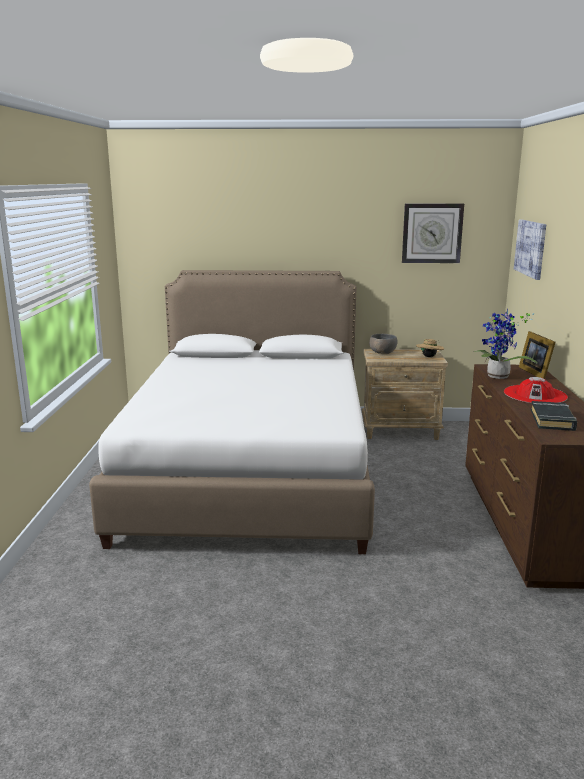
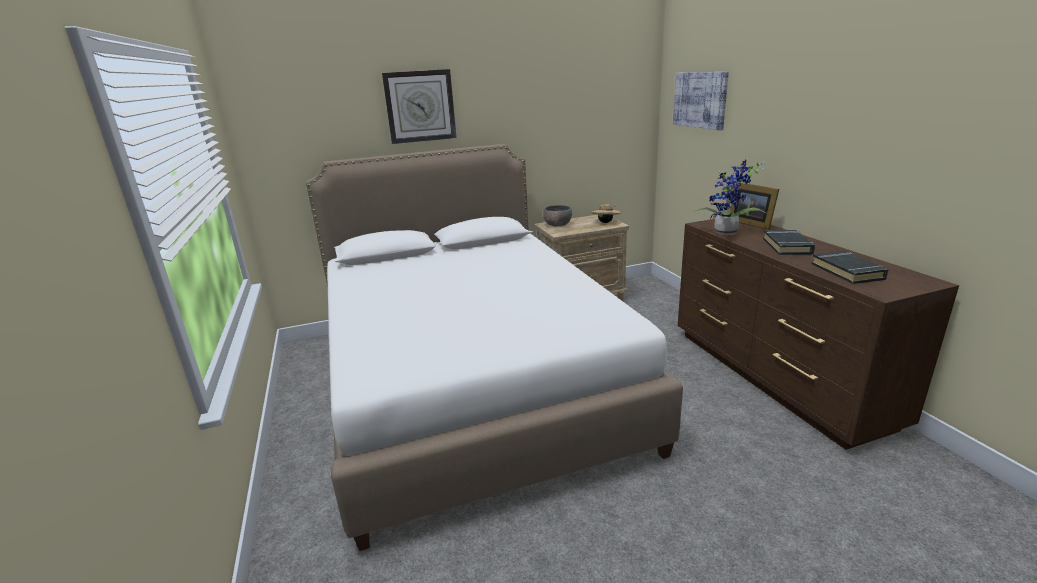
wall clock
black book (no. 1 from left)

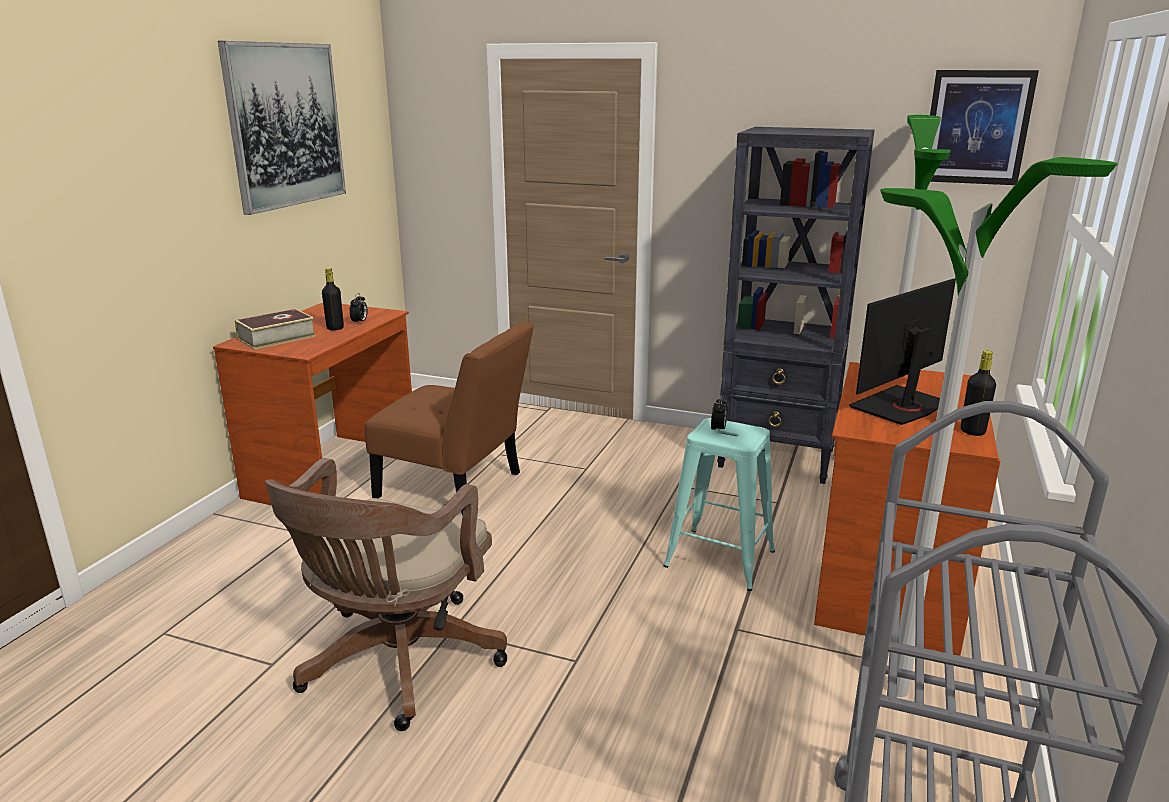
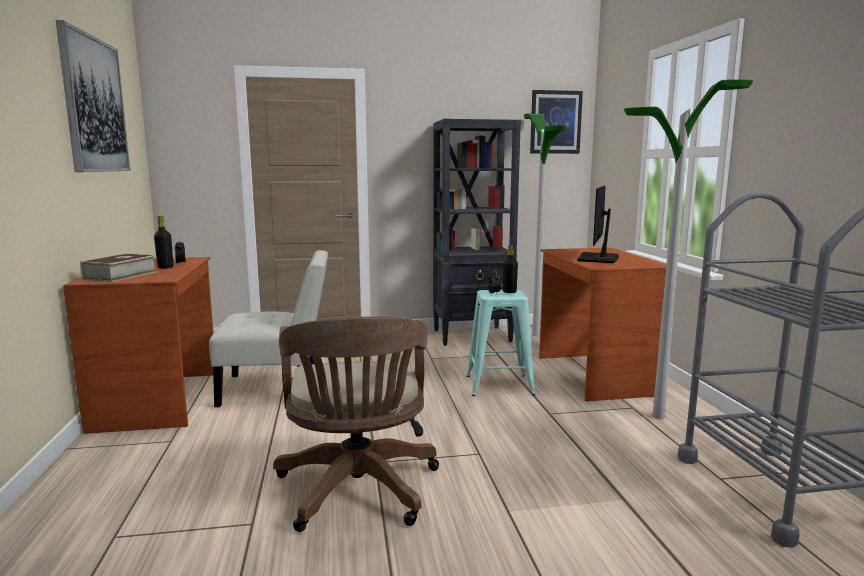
black bottle (no. 2 from left)
white chair

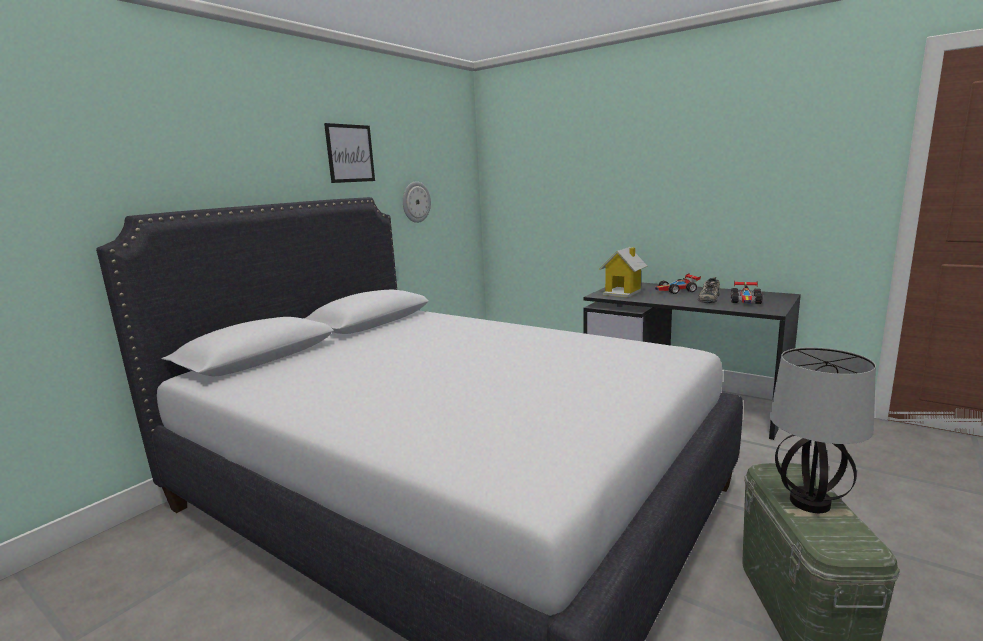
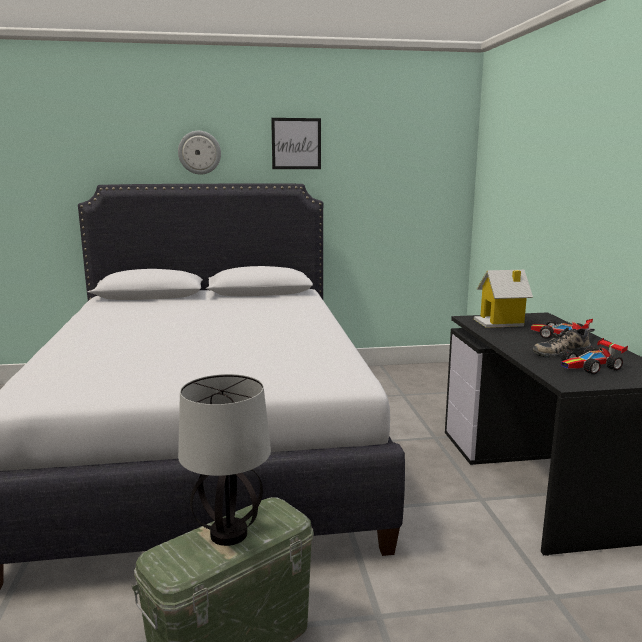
wall clock

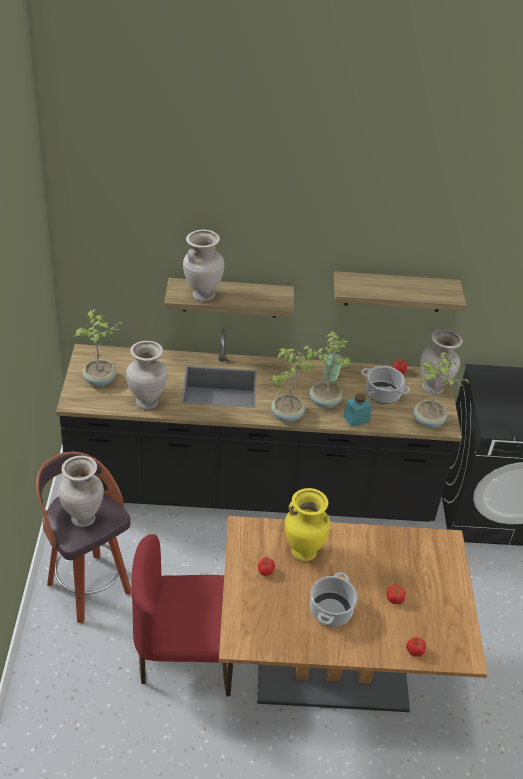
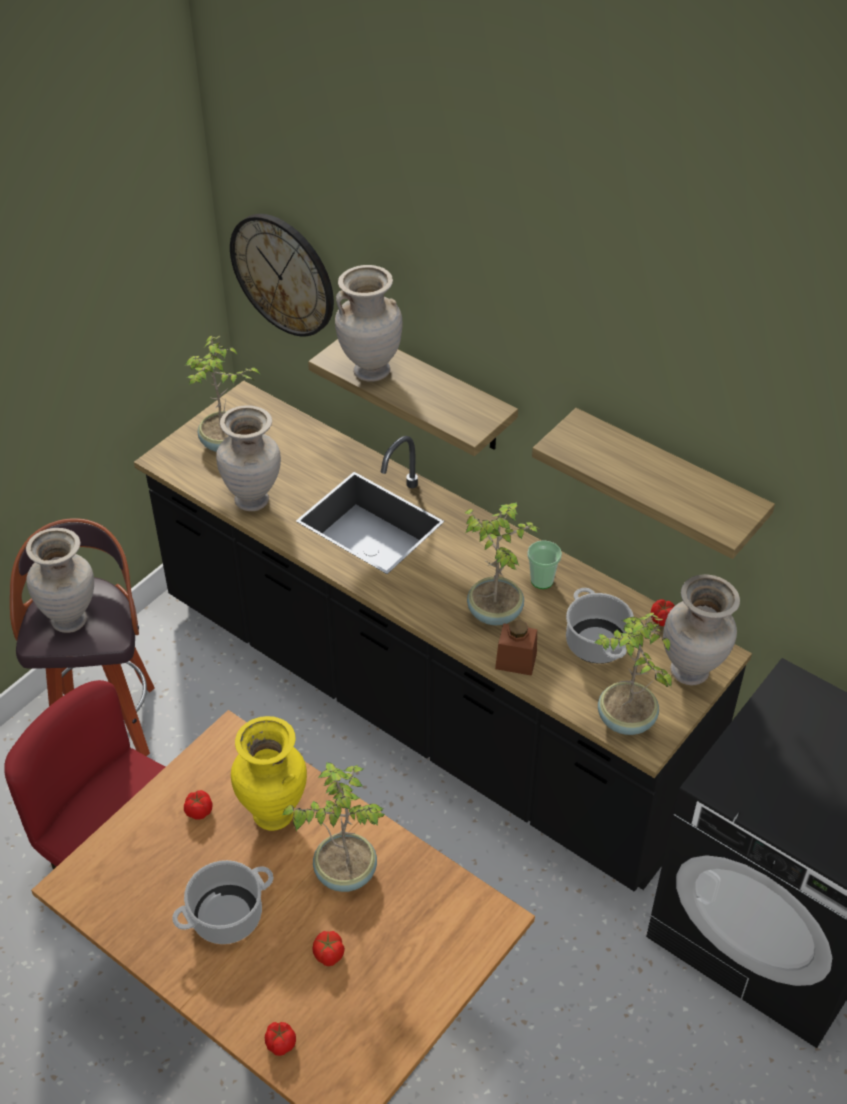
wall clock
potted plant (no. 2 from left)
brown jar

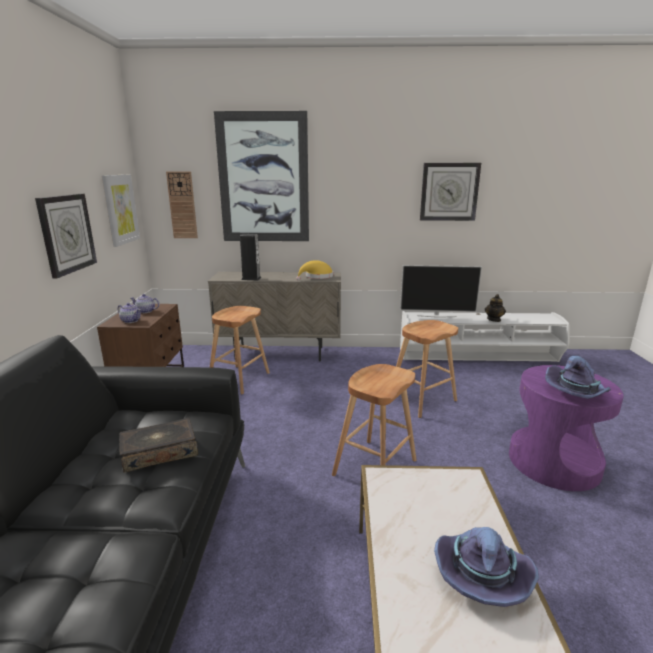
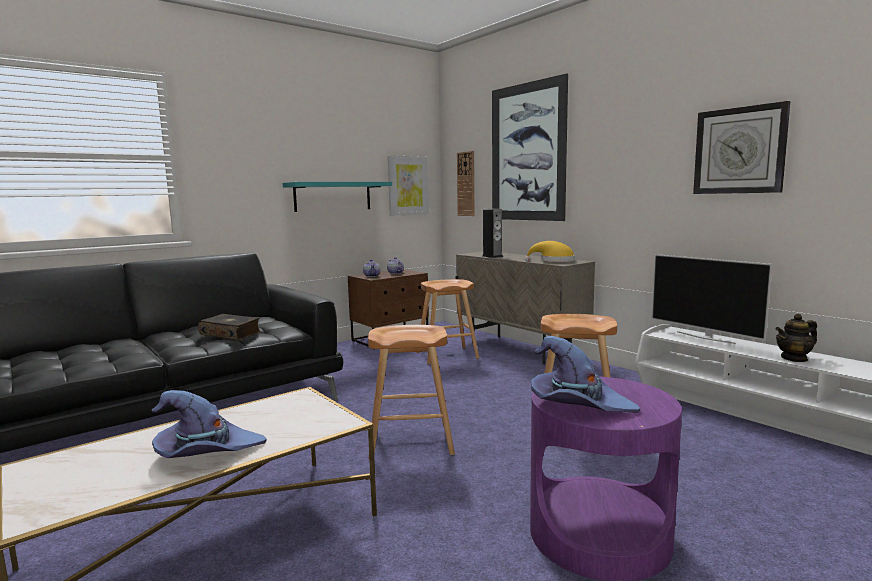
turquoise shelf

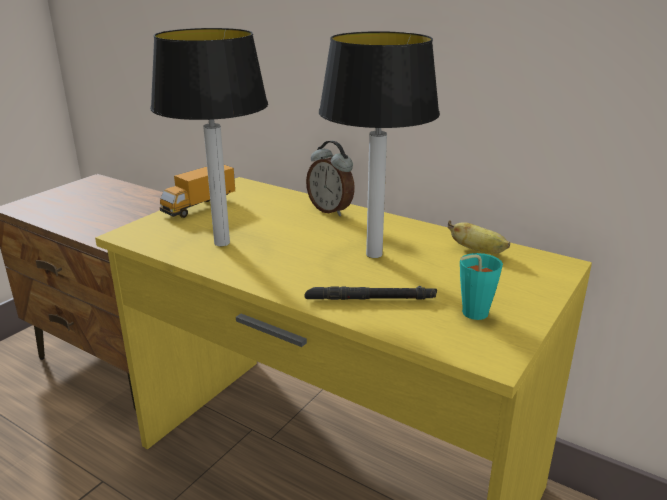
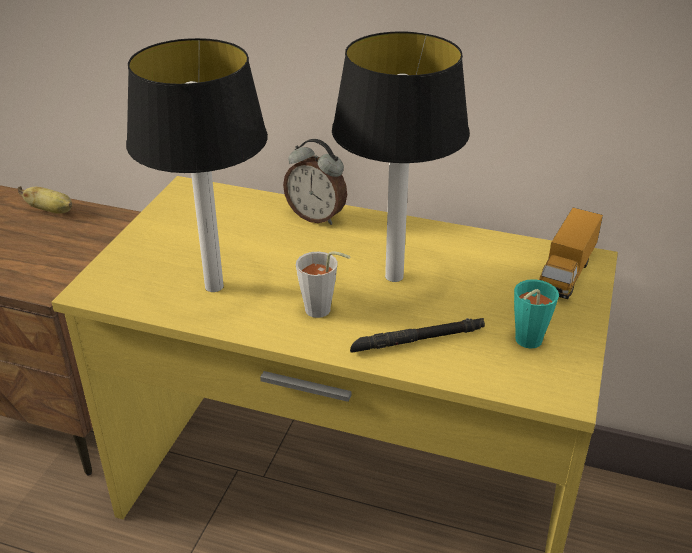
grey cup
toy truck
banana

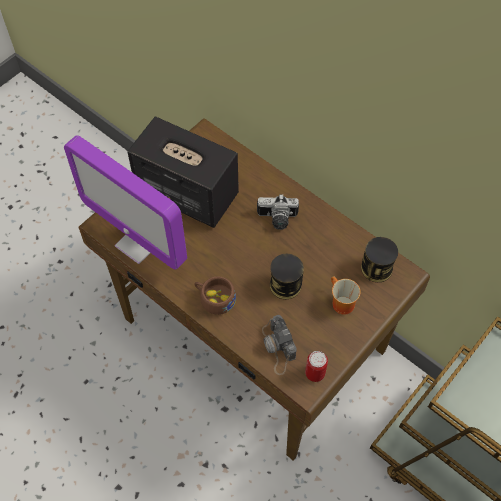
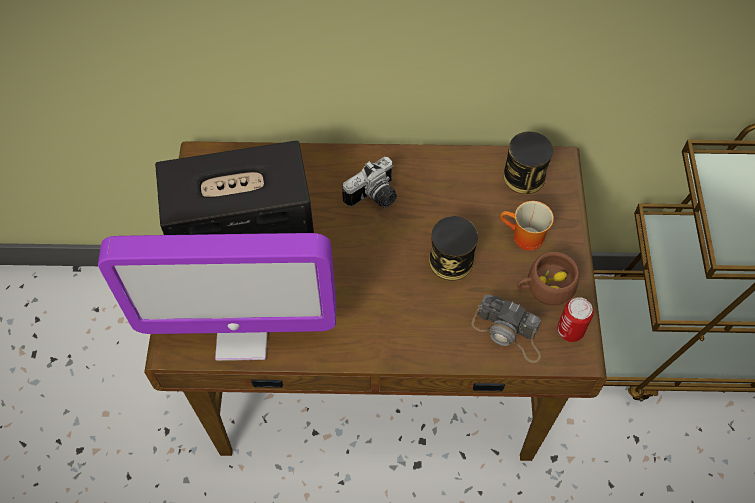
brown cup

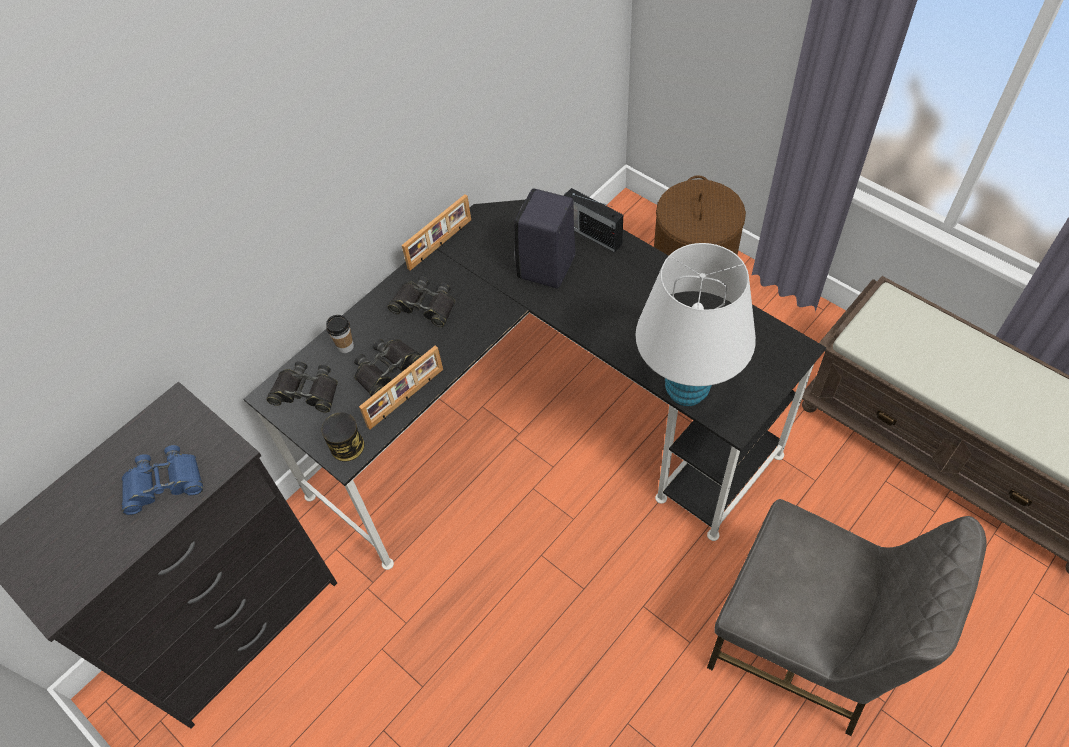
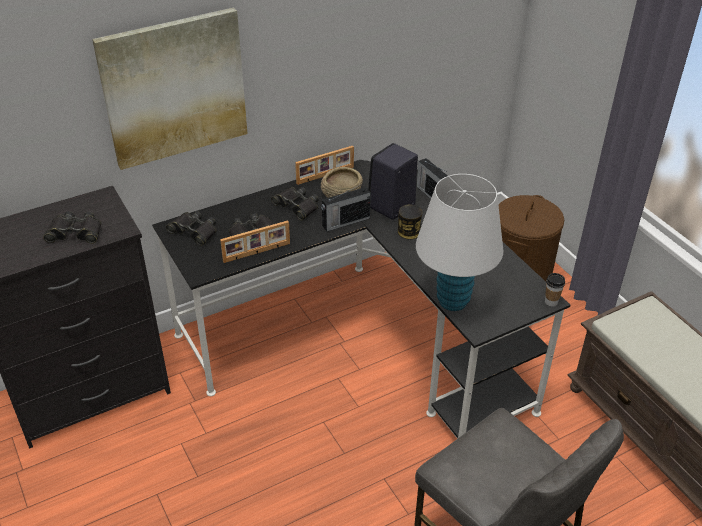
picture
beige bowl
radio (no. 1 from left)
can
cup
black binoculars (no. 1 from left)

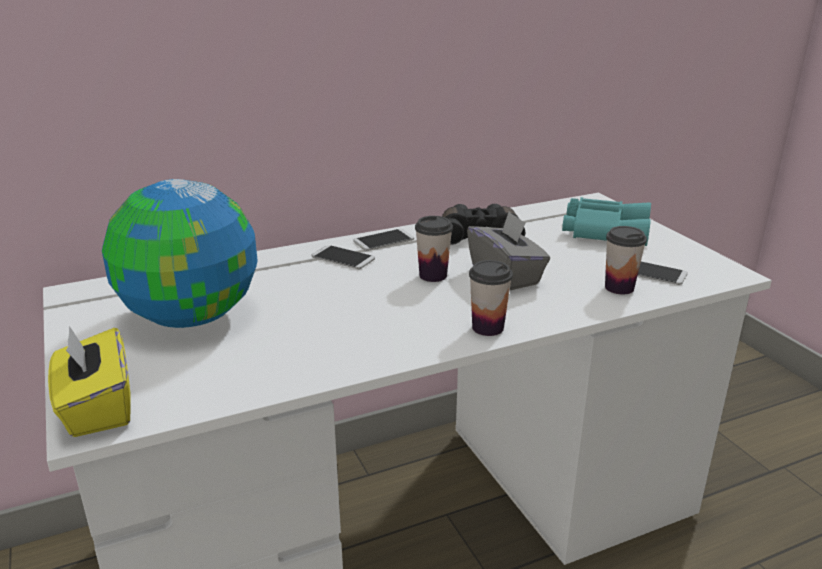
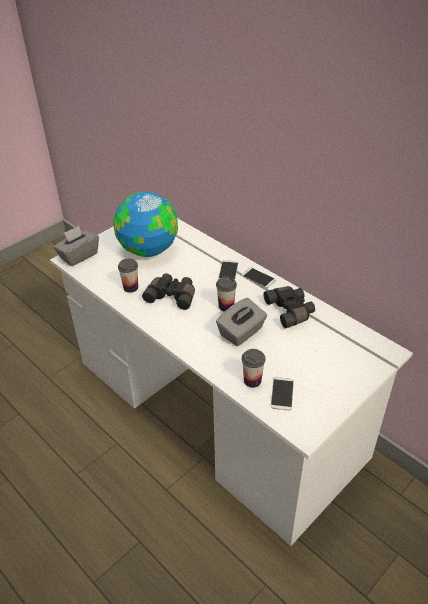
turquoise binoculars
black binoculars (no. 1 from left)
cup (no. 1 from left)
grey tissue box (no. 1 from left)

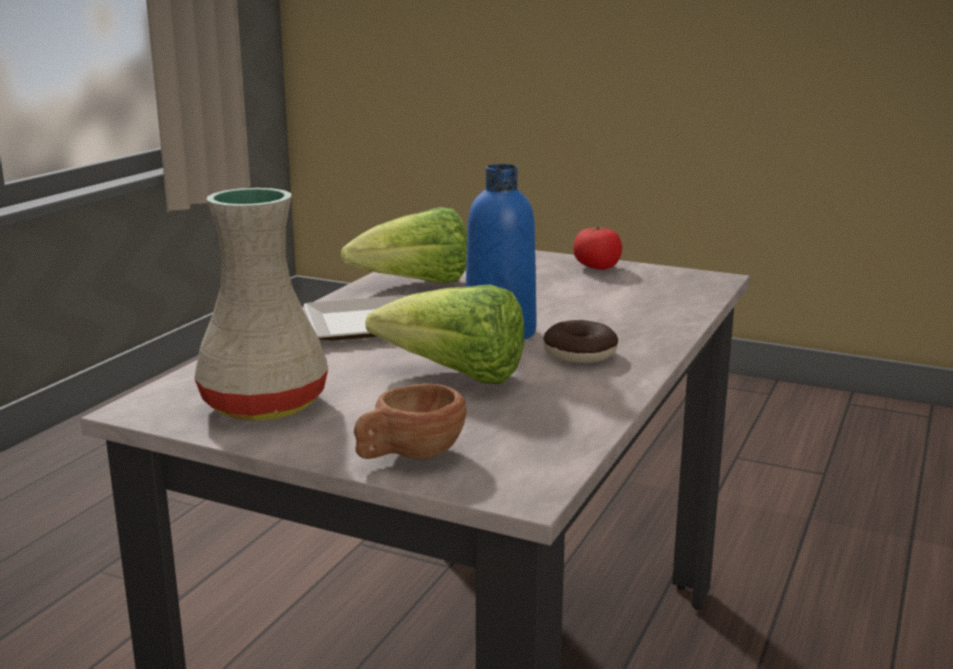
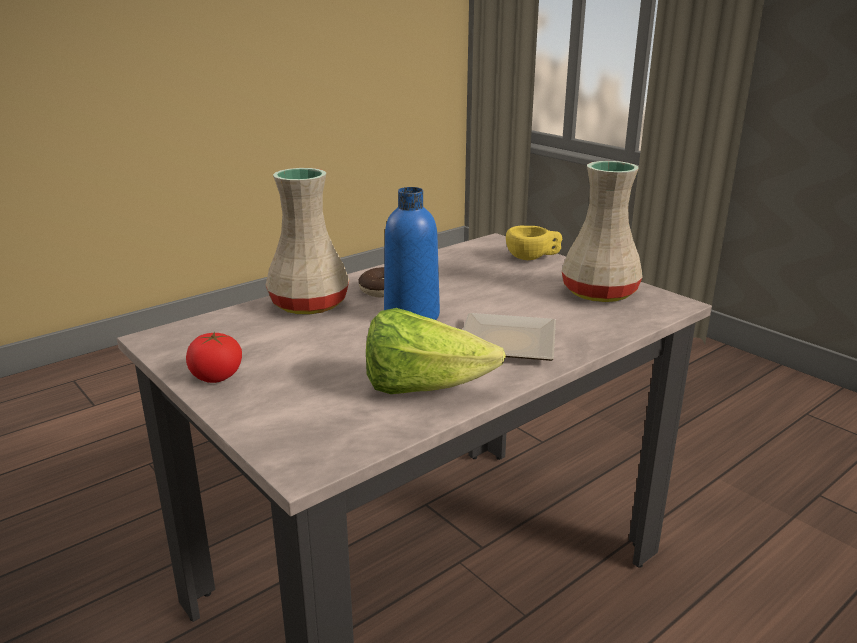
lettuce (no. 2 from left in the first image)
beige vase (no. 1 from left)
yellow cup

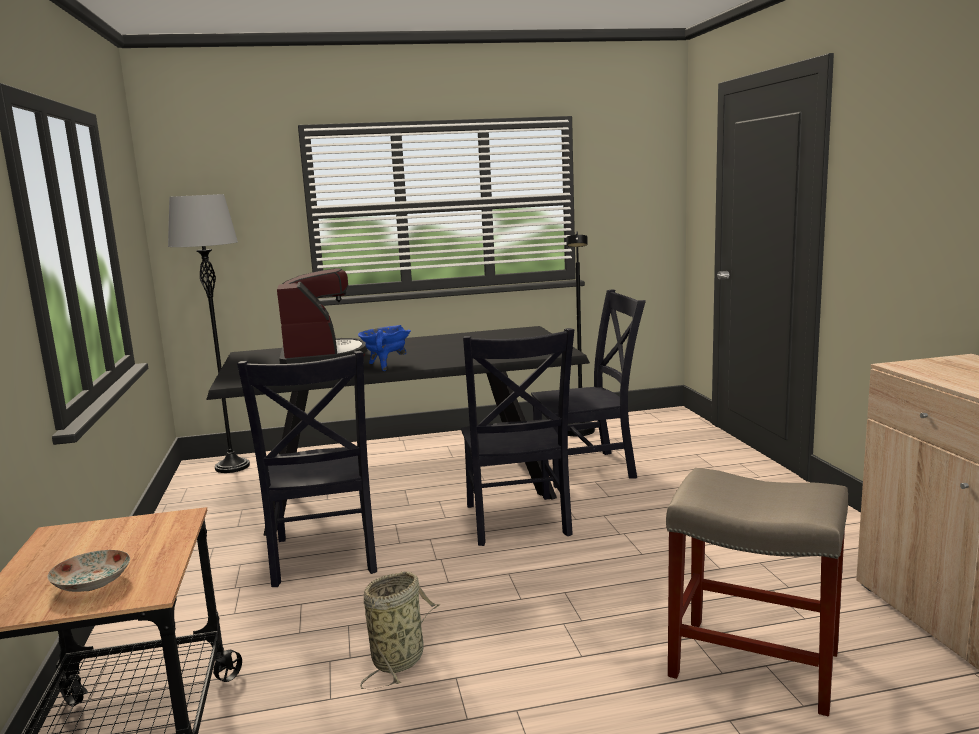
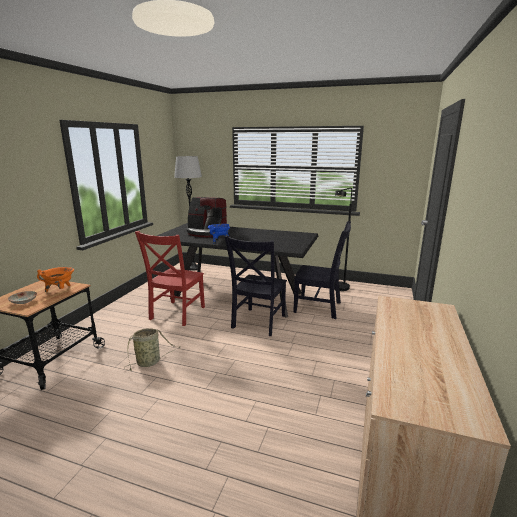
beige stool
orange cooking pot
red chair
coffee machine

